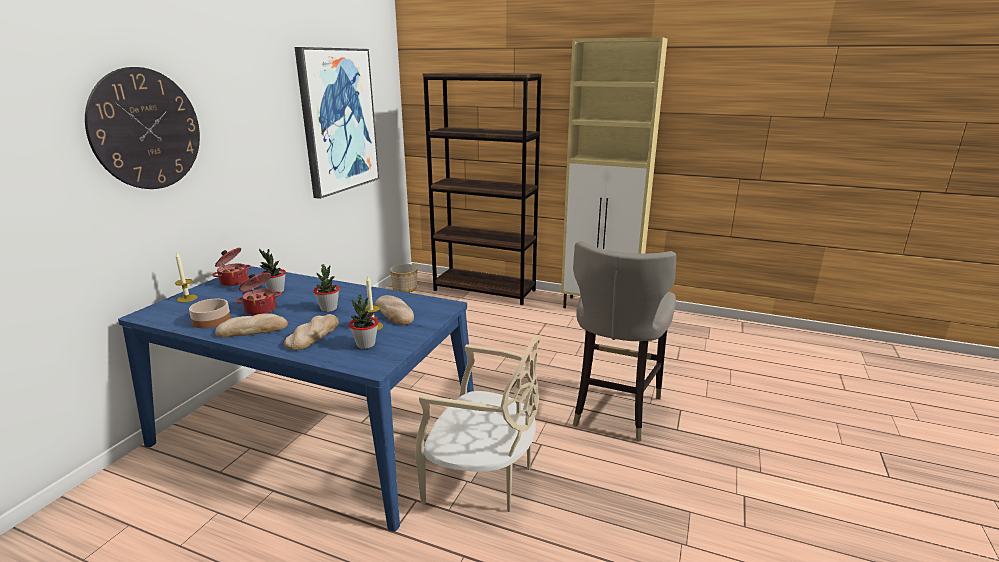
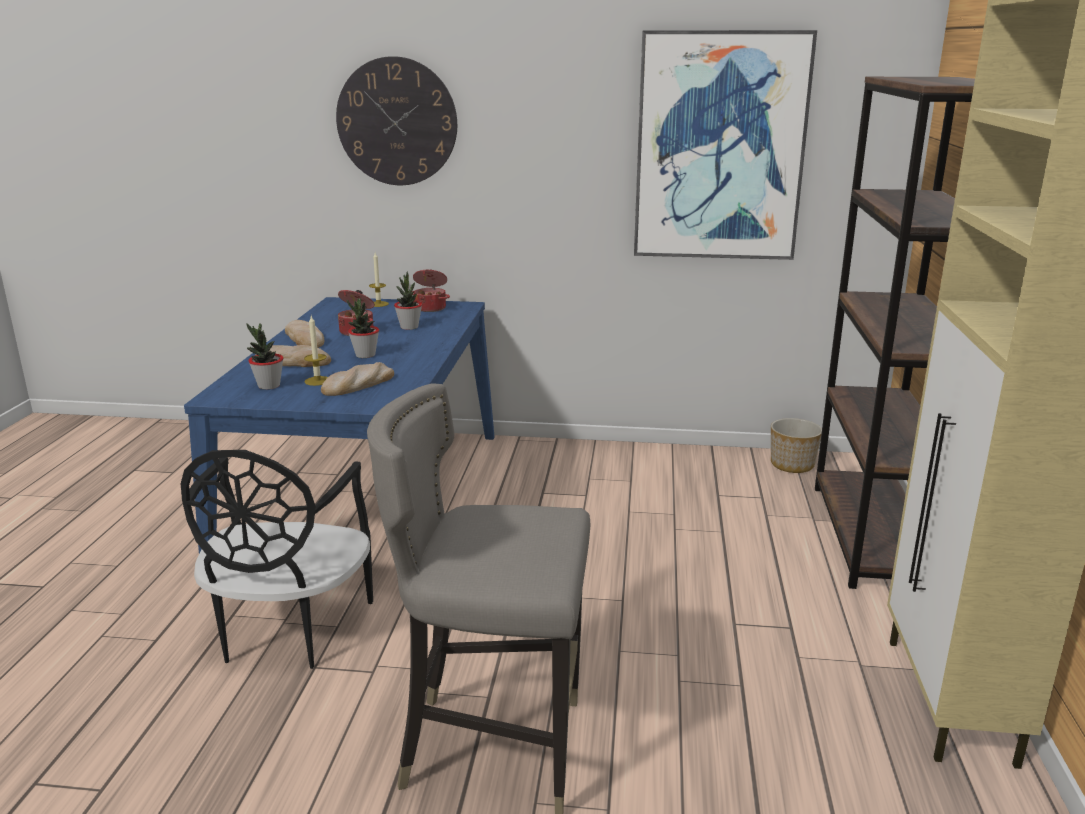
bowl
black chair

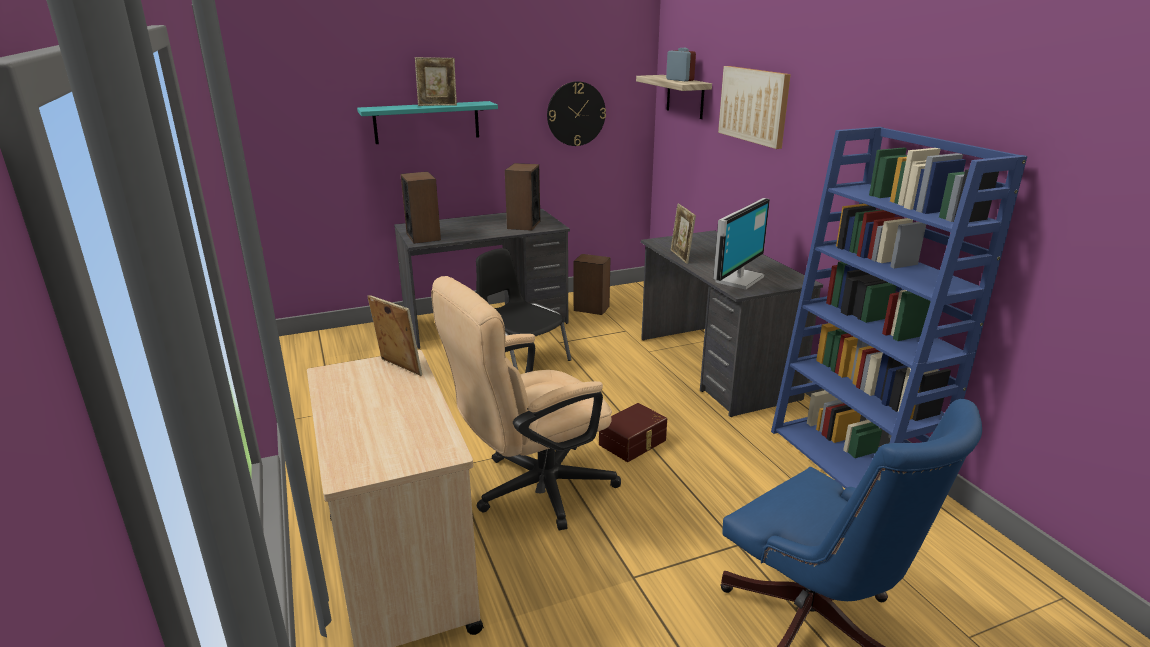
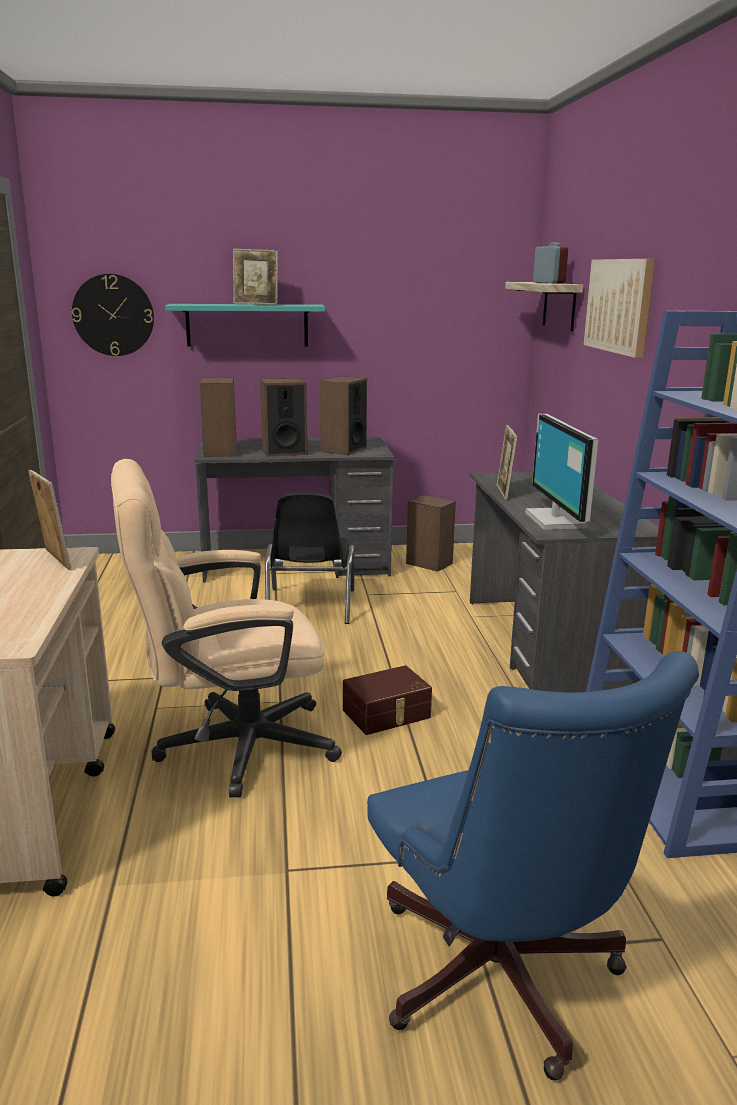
speaker (no. 2 from left)
wall clock
black chair
monitor

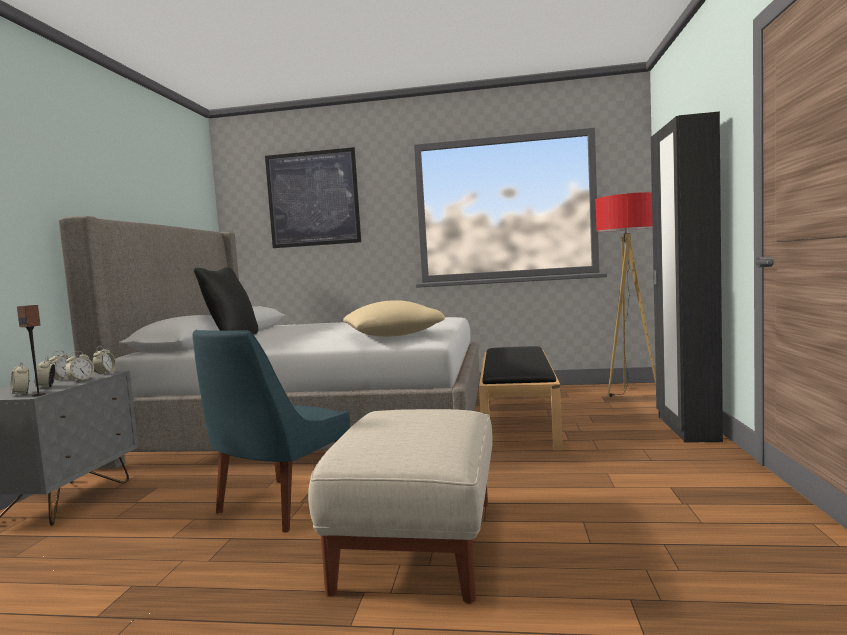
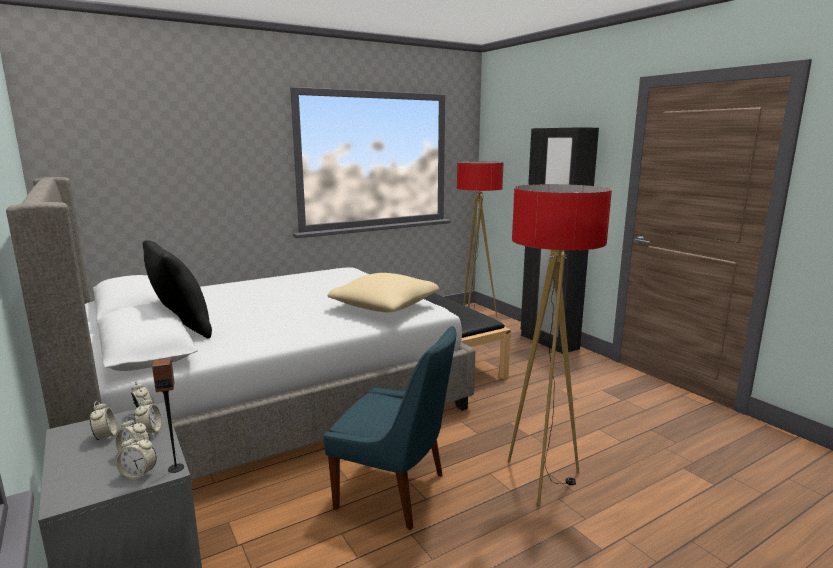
picture
floor lamp (no. 2 from left)
blue chair

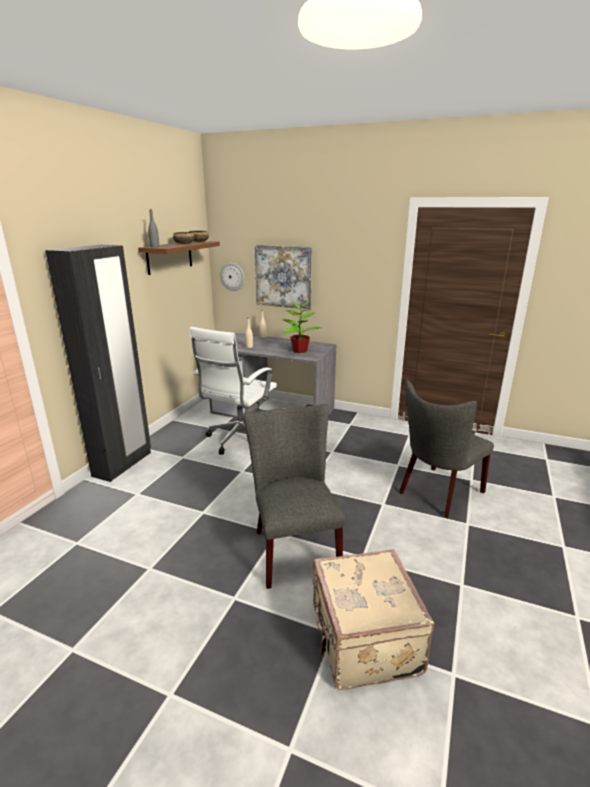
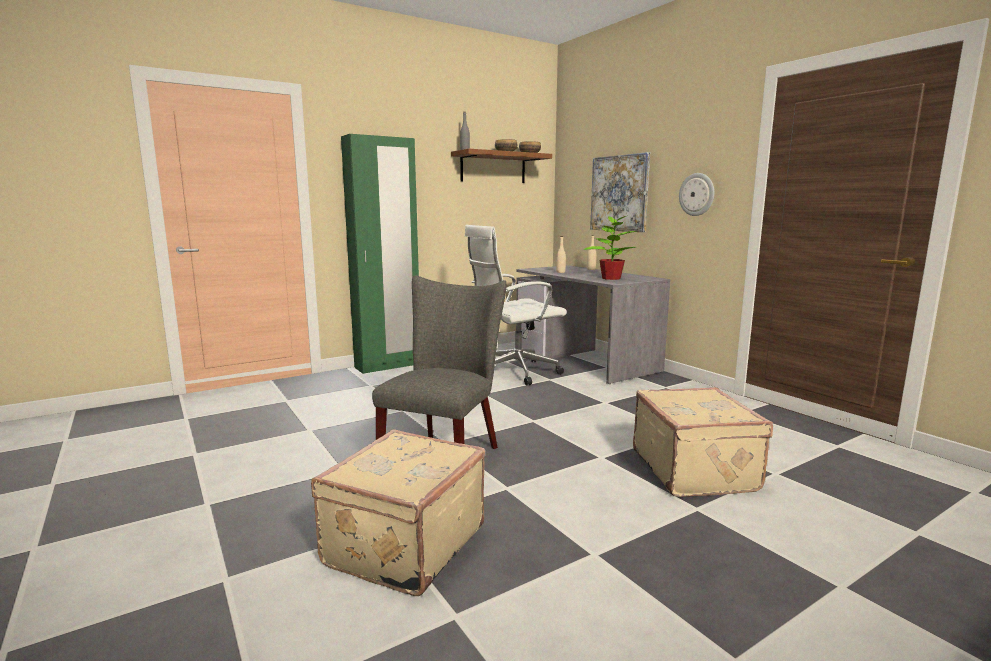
wall clock
beige suitcase (no. 2 from left)
green wardrobe

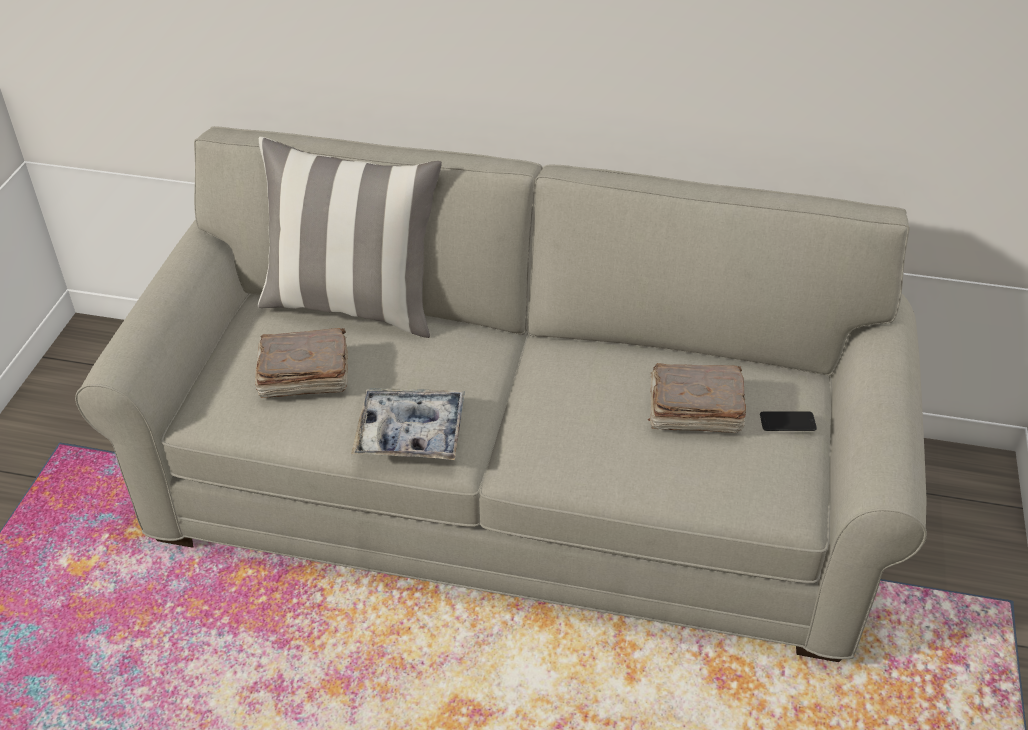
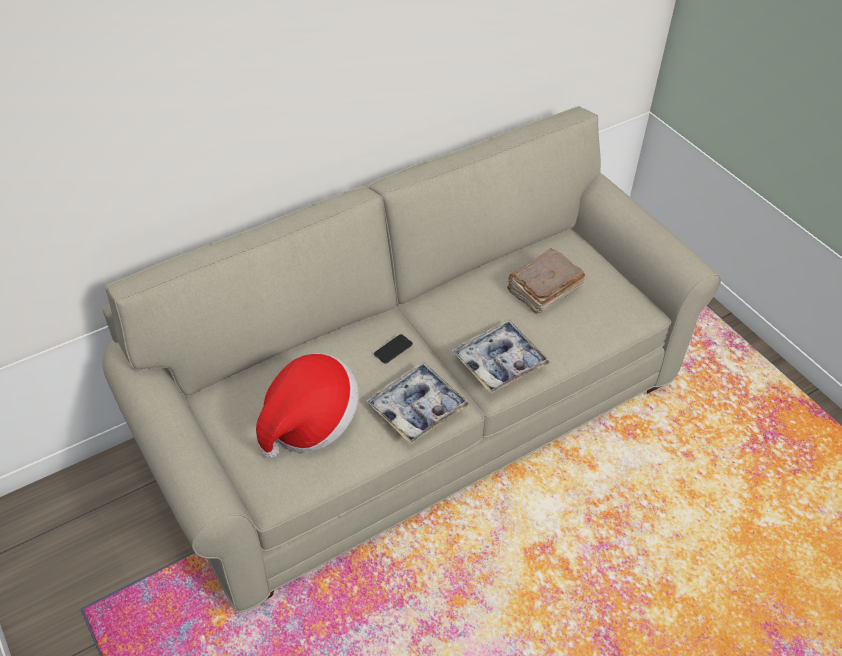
pillow
tray (no. 2 from left)
phone
hat

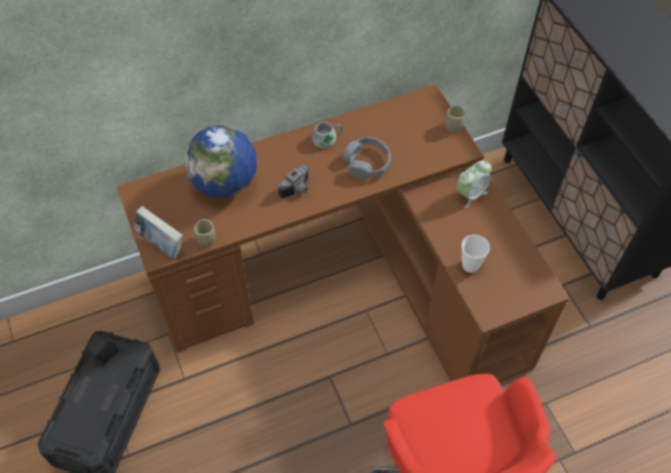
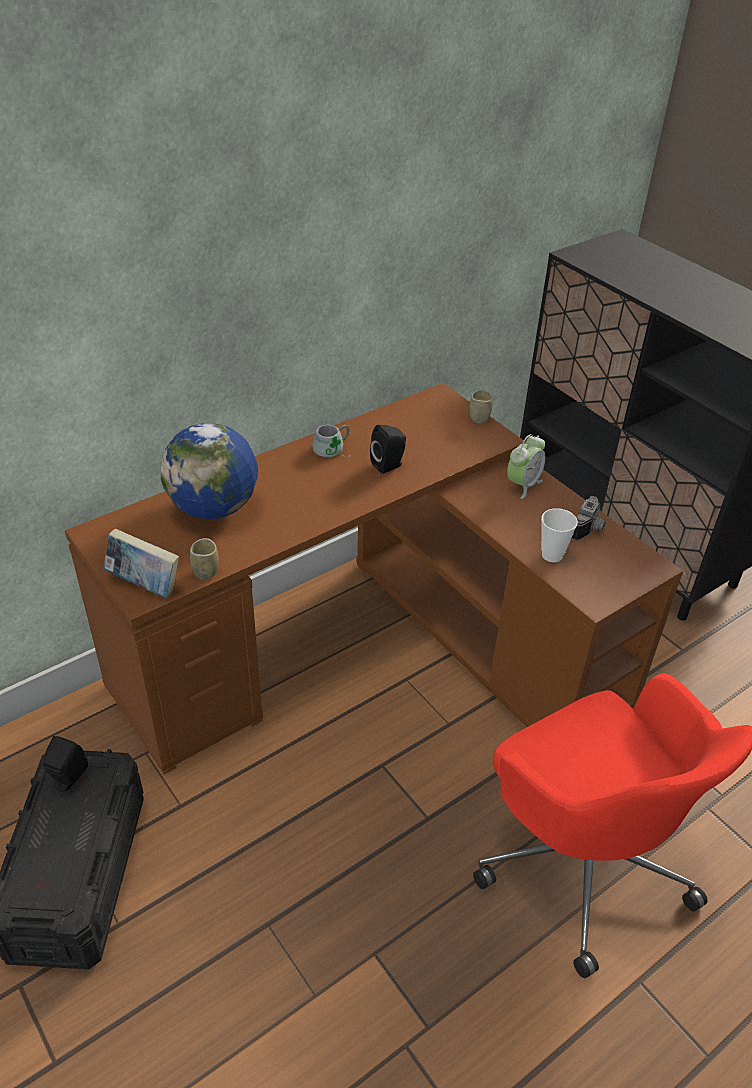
photo camera
black speaker (no. 2 from left)

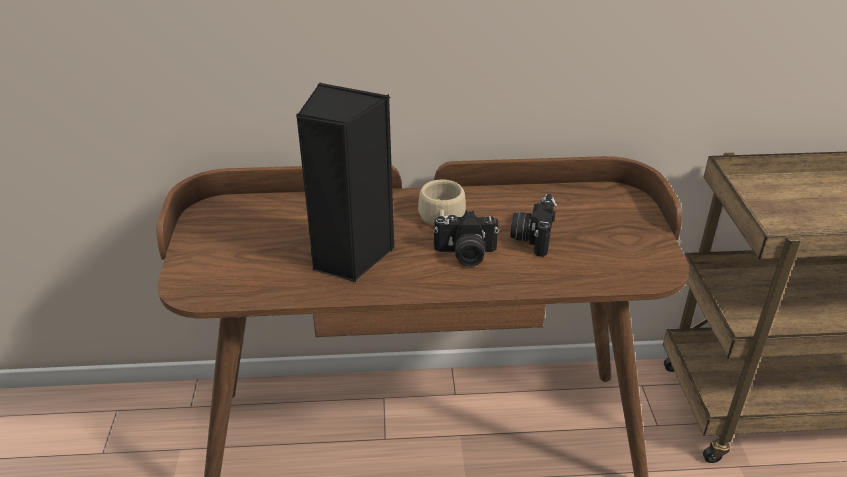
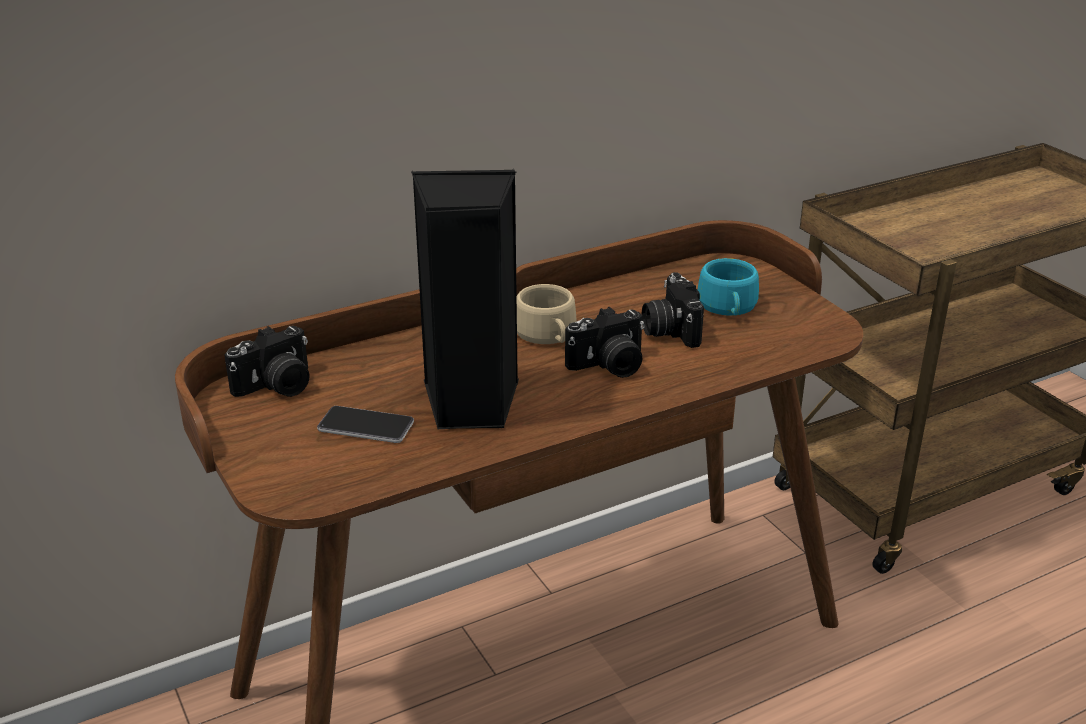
photo camera (no. 1 from left)
phone
turquoise cup

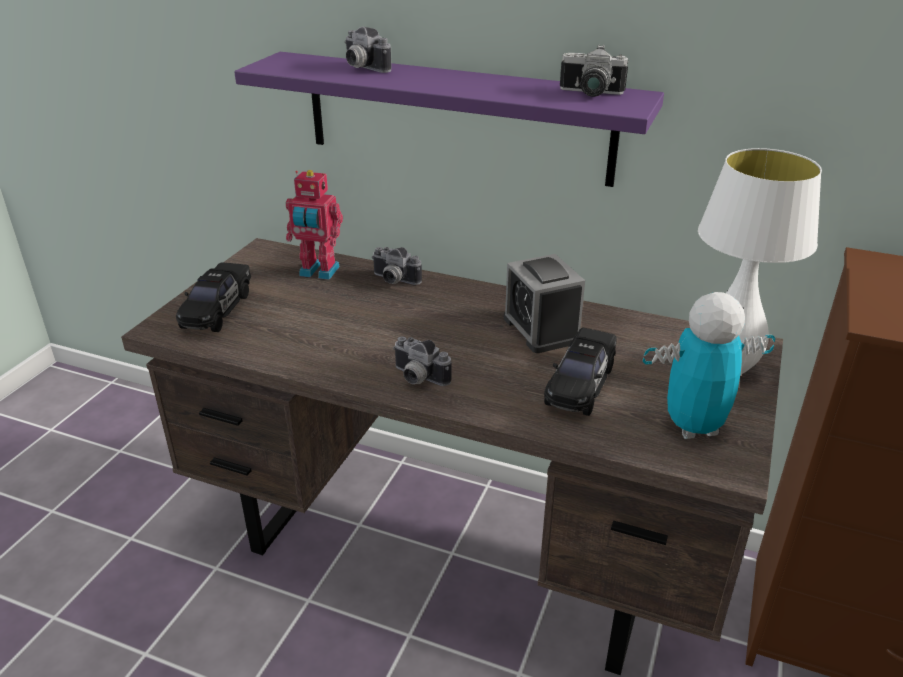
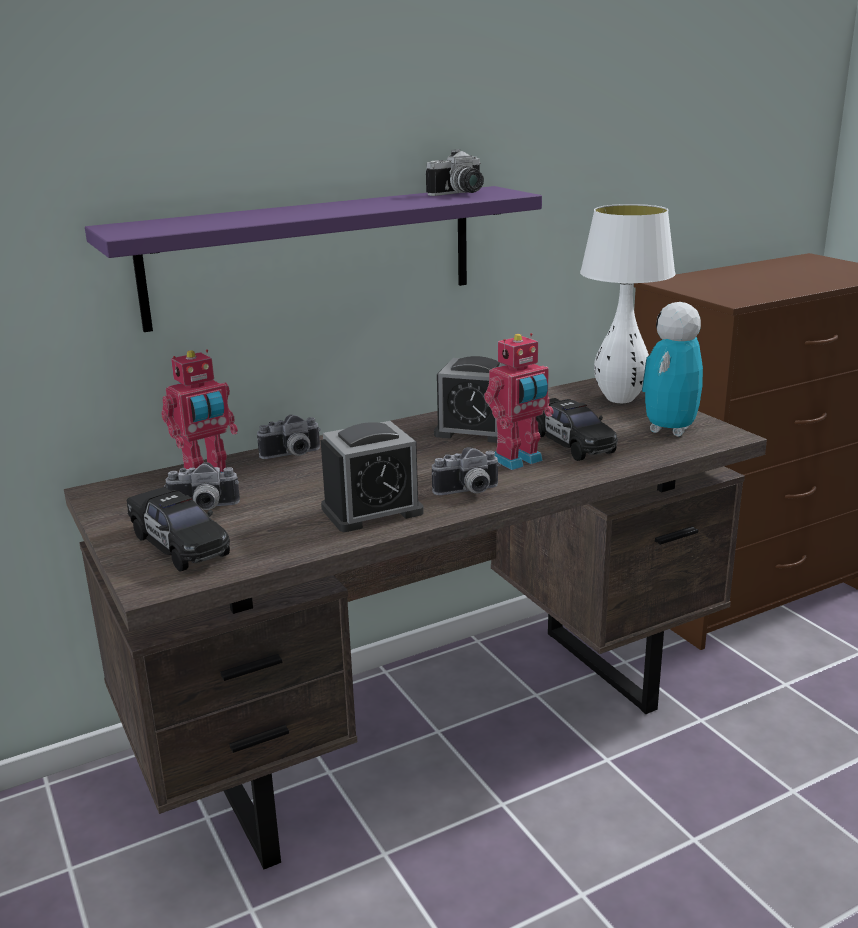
alarm clock (no. 1 from left)
toy robot (no. 2 from left)
photo camera (no. 1 from left)

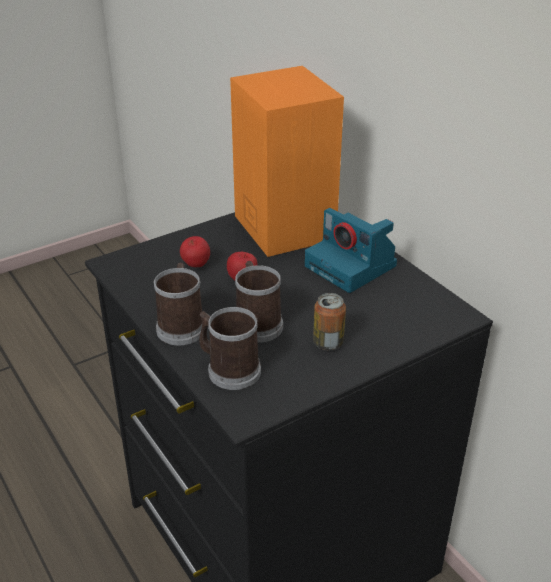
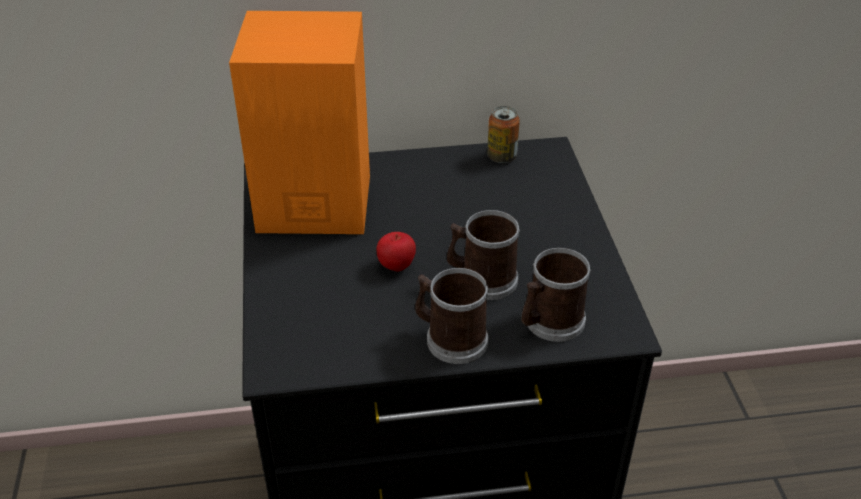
apple (no. 1 from left in the first image)
photo camera
can

